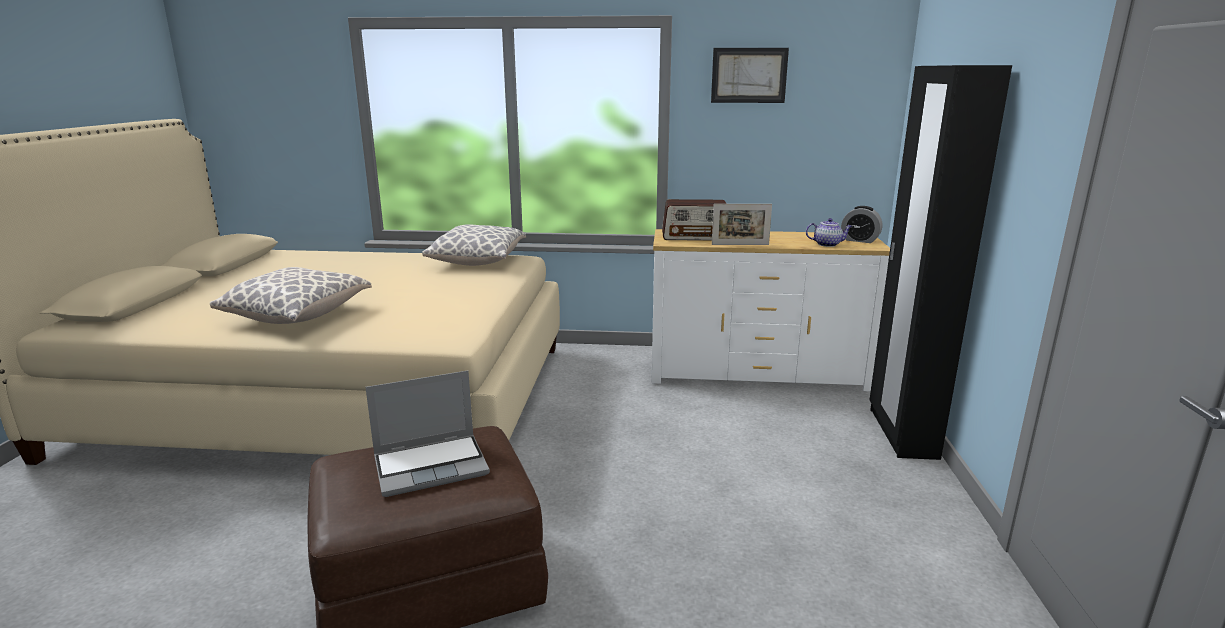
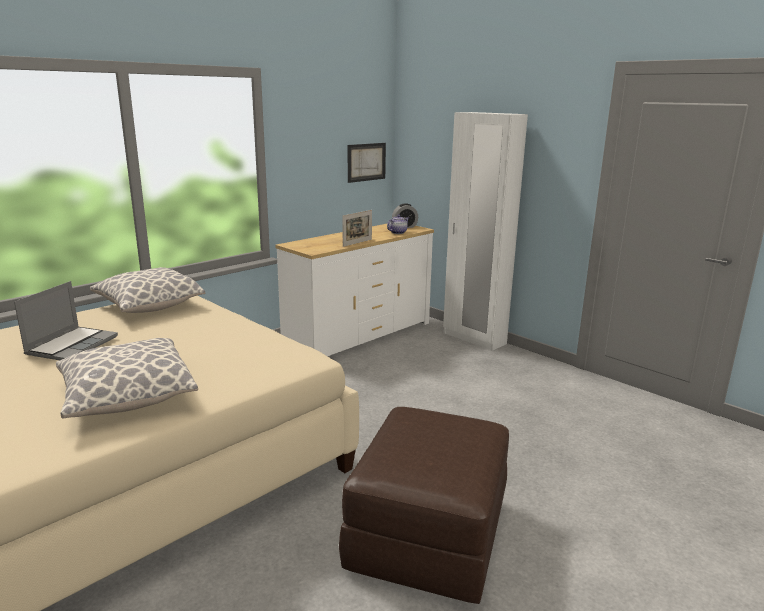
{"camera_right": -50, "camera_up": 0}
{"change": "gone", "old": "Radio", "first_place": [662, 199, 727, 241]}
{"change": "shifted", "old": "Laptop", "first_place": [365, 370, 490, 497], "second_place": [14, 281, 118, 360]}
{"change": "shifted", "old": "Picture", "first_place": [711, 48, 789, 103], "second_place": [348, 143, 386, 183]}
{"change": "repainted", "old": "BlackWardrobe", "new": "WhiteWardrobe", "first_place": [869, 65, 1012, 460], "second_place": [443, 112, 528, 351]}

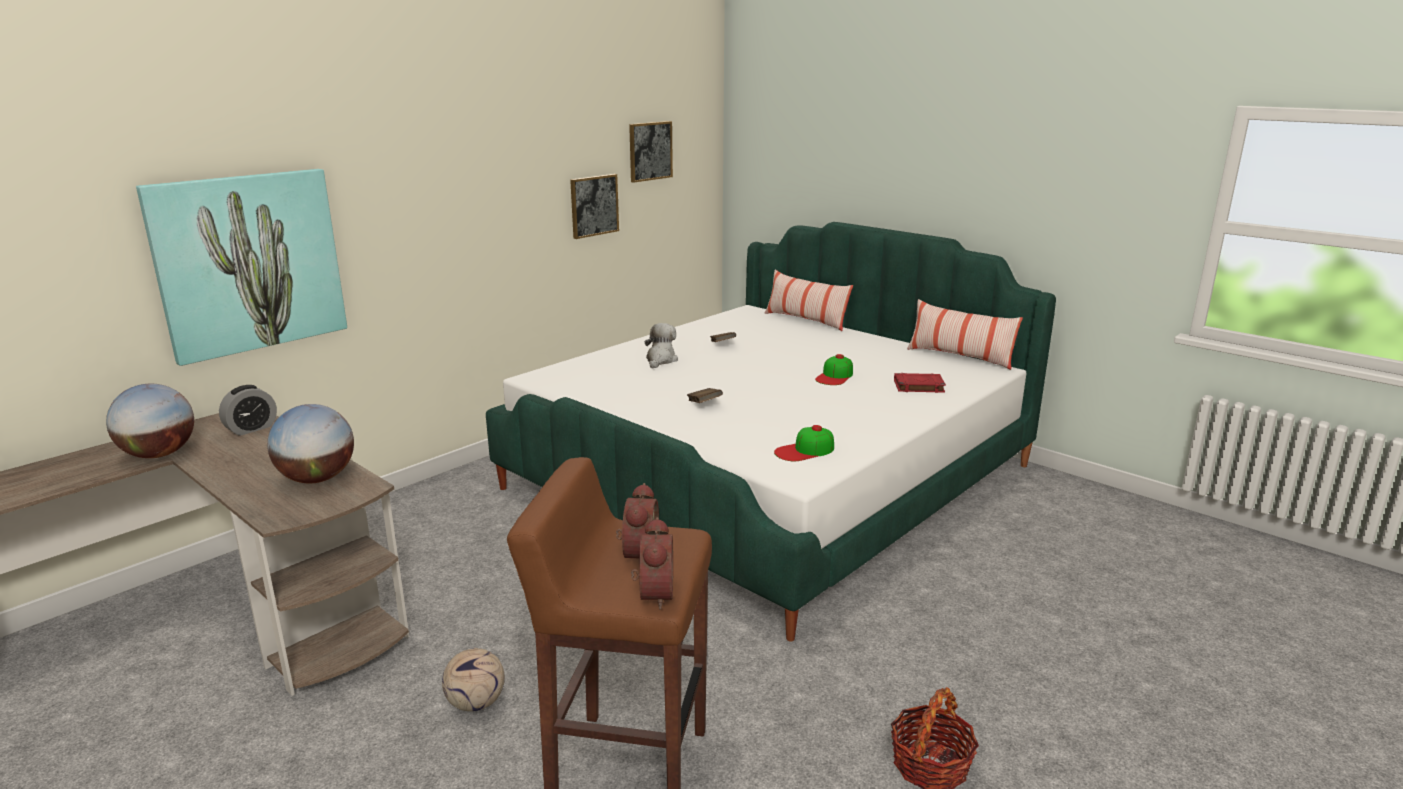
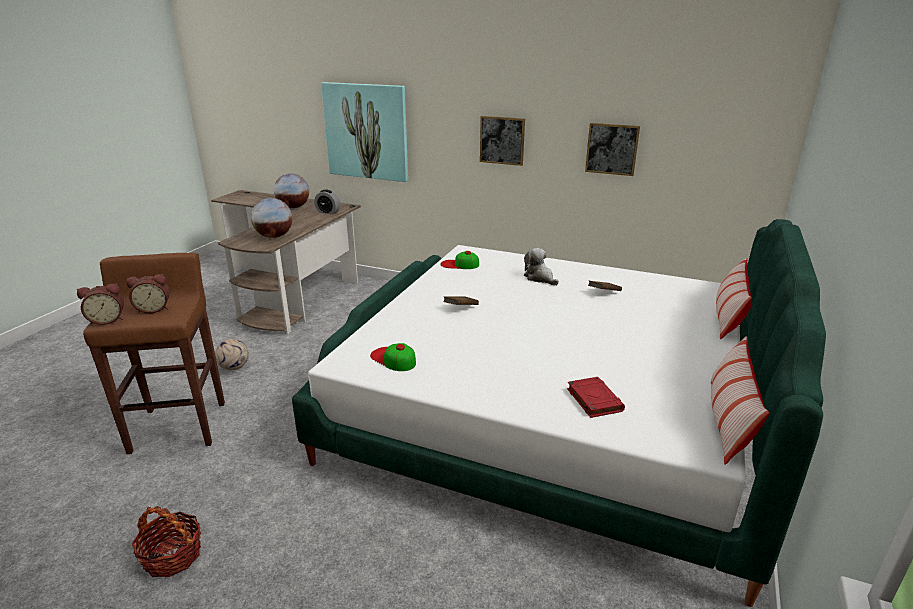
{"camera_right": 70, "camera_up": 5}
{"change": "shifted", "old": "Picture", "first_place": [629, 121, 673, 183], "second_place": [480, 116, 525, 166]}
{"change": "shifted", "old": "Cap", "first_place": [815, 354, 853, 385], "second_place": [441, 251, 479, 269]}
{"change": "rotated", "old": "PlushToy", "first_place": [645, 323, 678, 369], "second_place": [524, 248, 559, 285], "degrees": -120}

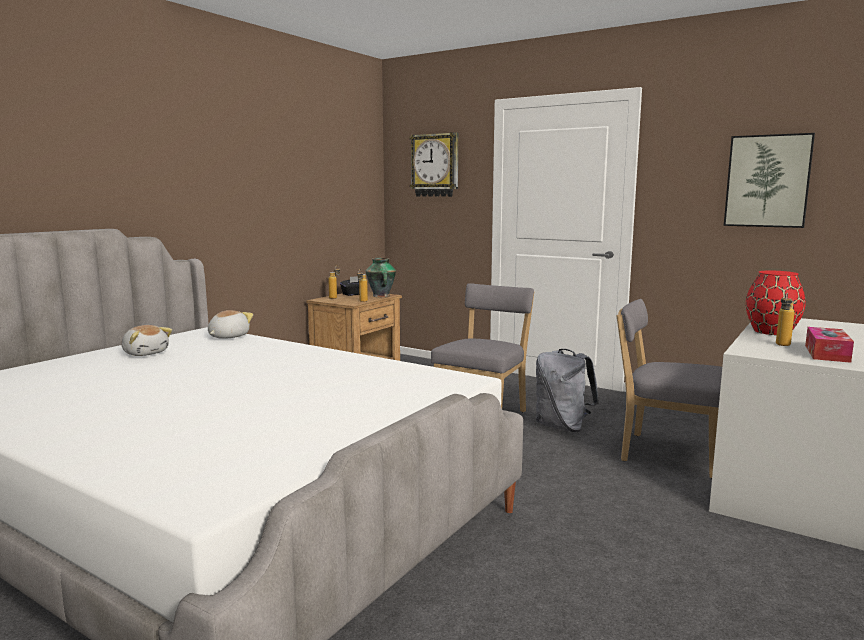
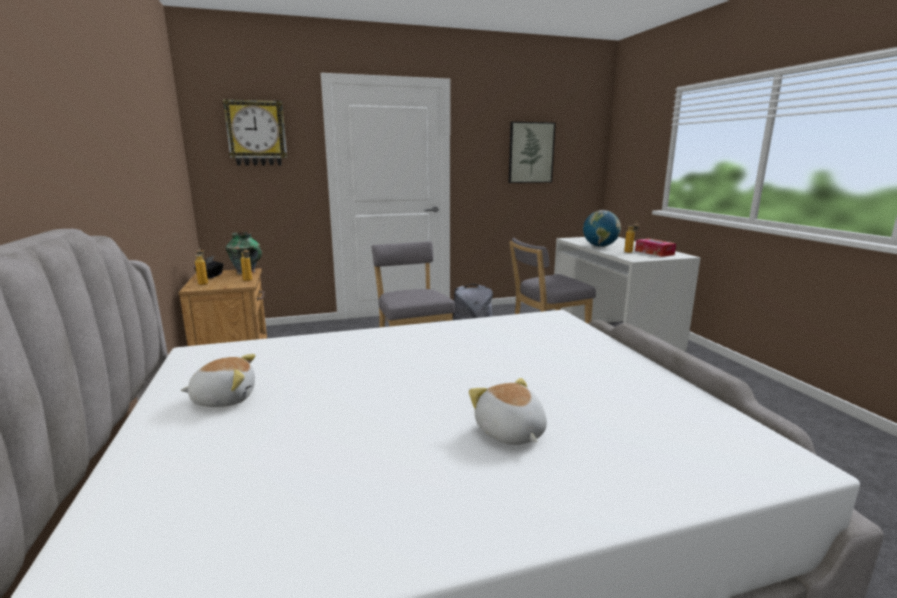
{"camera_right": -50, "camera_up": 5}
{"change": "shifted", "old": "PlushToy", "first_place": [208, 310, 253, 339], "second_place": [469, 378, 547, 445]}
{"change": "swapped", "old": "RedVase", "new": "Globe", "first_place": [746, 271, 806, 335], "second_place": [583, 210, 621, 247]}

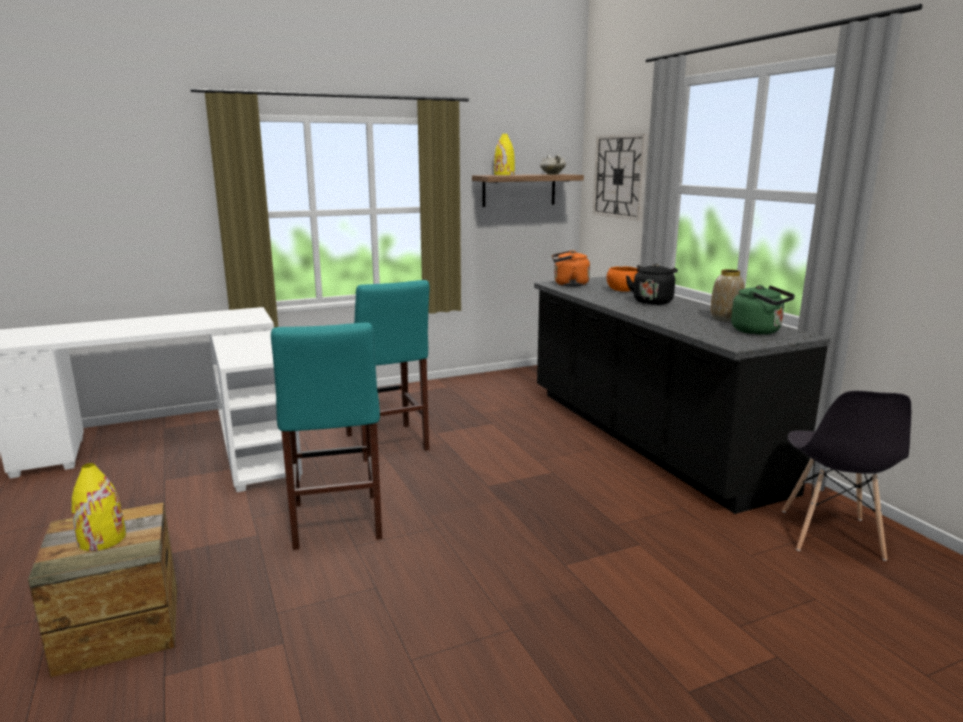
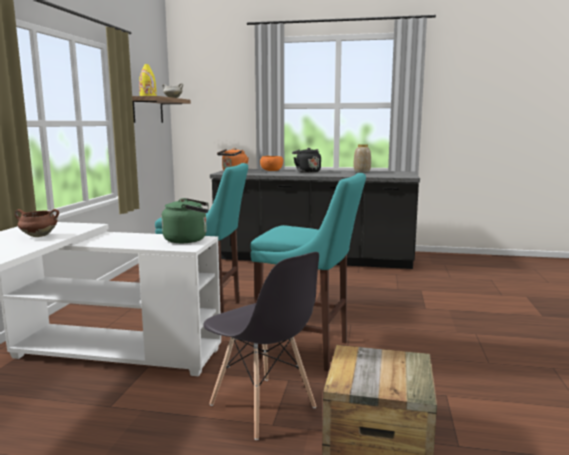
{"camera_right": -55, "camera_up": -5}
{"change": "gone", "old": "YellowVase", "first_place": [72, 463, 126, 551]}
{"change": "gone", "old": "WallClock", "first_place": [593, 134, 647, 221]}
{"change": "new", "new": "BrownCookingPot", "second_place": [15, 209, 59, 237]}
{"change": "shifted", "old": "GreenKettle", "first_place": [731, 285, 795, 335], "second_place": [162, 198, 209, 243]}
{"change": "shifted", "old": "GreyChair", "first_place": [782, 391, 911, 561], "second_place": [204, 252, 319, 440]}

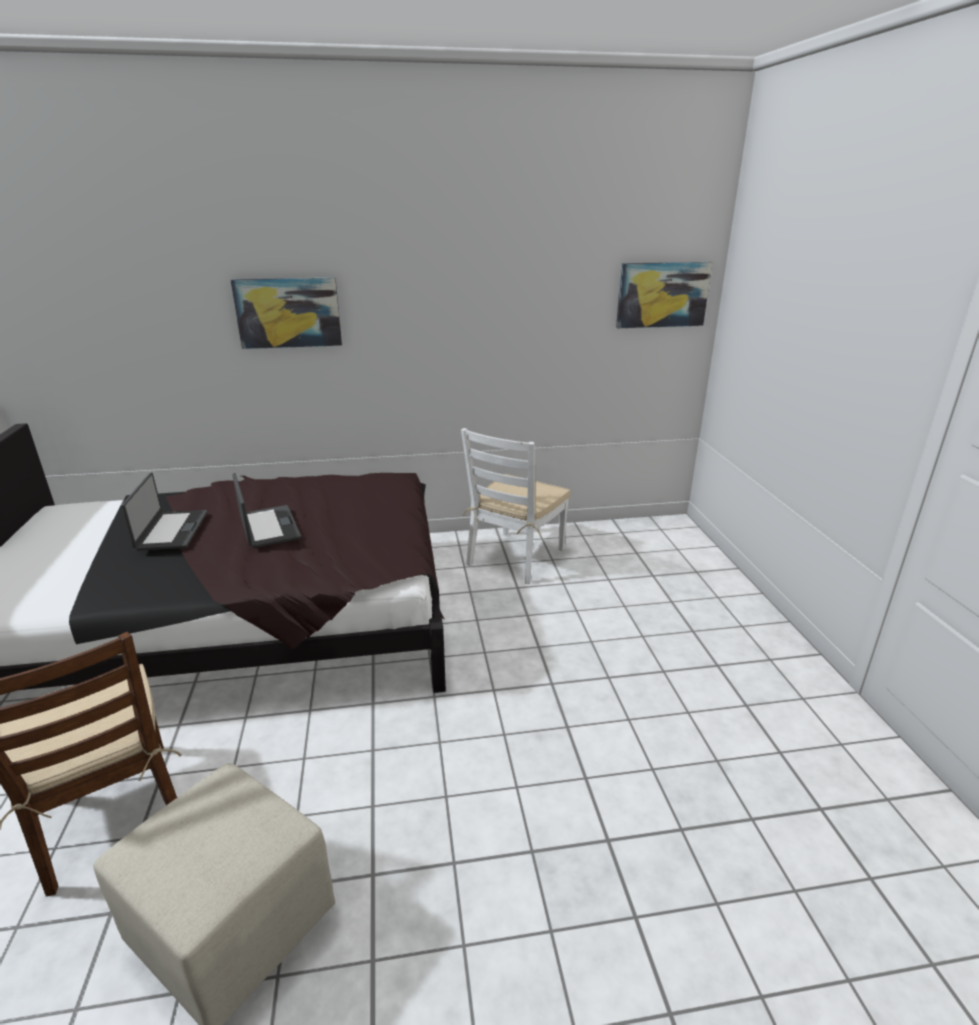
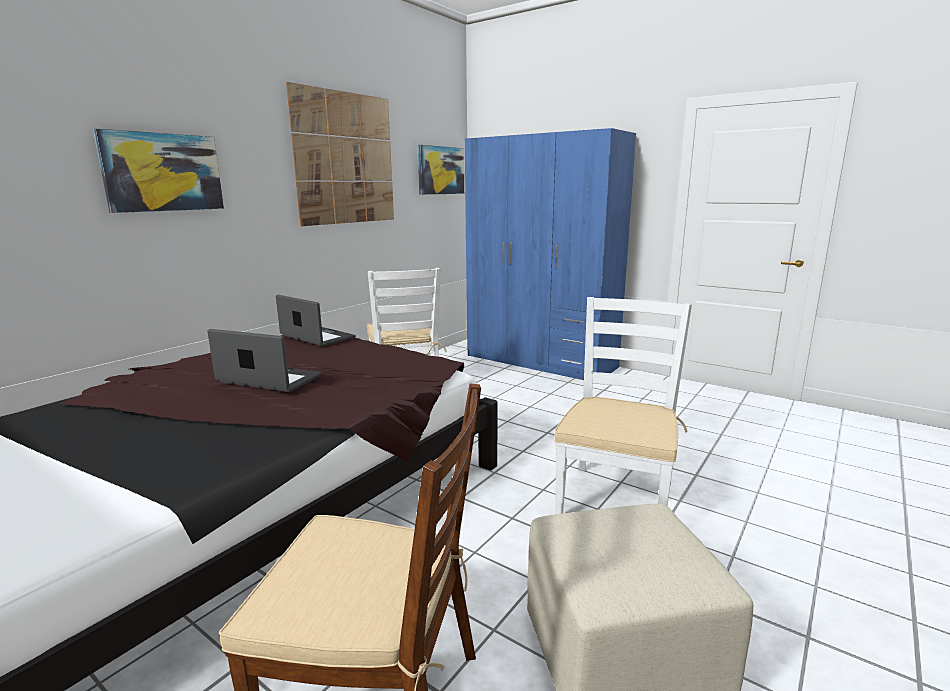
{"camera_right": -45, "camera_up": -10}
{"change": "new", "new": "Picture", "second_place": [286, 82, 394, 226]}
{"change": "new", "new": "BlueWardrobe", "second_place": [465, 128, 636, 380]}
{"change": "new", "new": "WhiteChair", "second_place": [554, 297, 692, 515]}
{"change": "shifted", "old": "Laptop", "first_place": [121, 472, 207, 551], "second_place": [276, 295, 356, 346]}

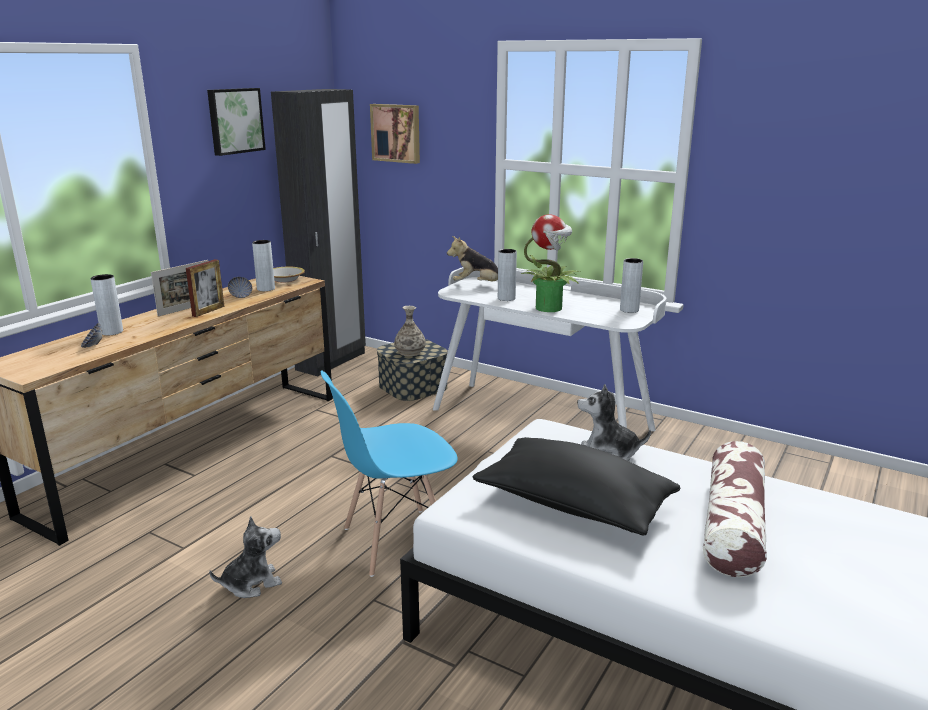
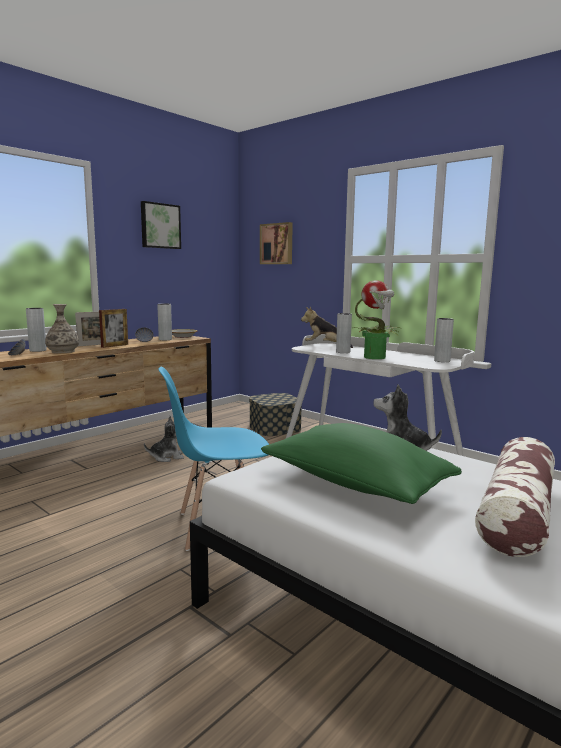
{"camera_right": 10, "camera_up": -10}
{"change": "gone", "old": "BlackWardrobe", "first_place": [271, 89, 366, 376]}
{"change": "shifted", "old": "PlushToy", "first_place": [209, 517, 282, 598], "second_place": [144, 416, 184, 462]}
{"change": "shifted", "old": "Vase", "first_place": [394, 306, 426, 356], "second_place": [45, 304, 79, 353]}
{"change": "repainted", "old": "BlackPillow", "new": "GreenPillow", "first_place": [473, 437, 680, 535], "second_place": [261, 423, 462, 504]}

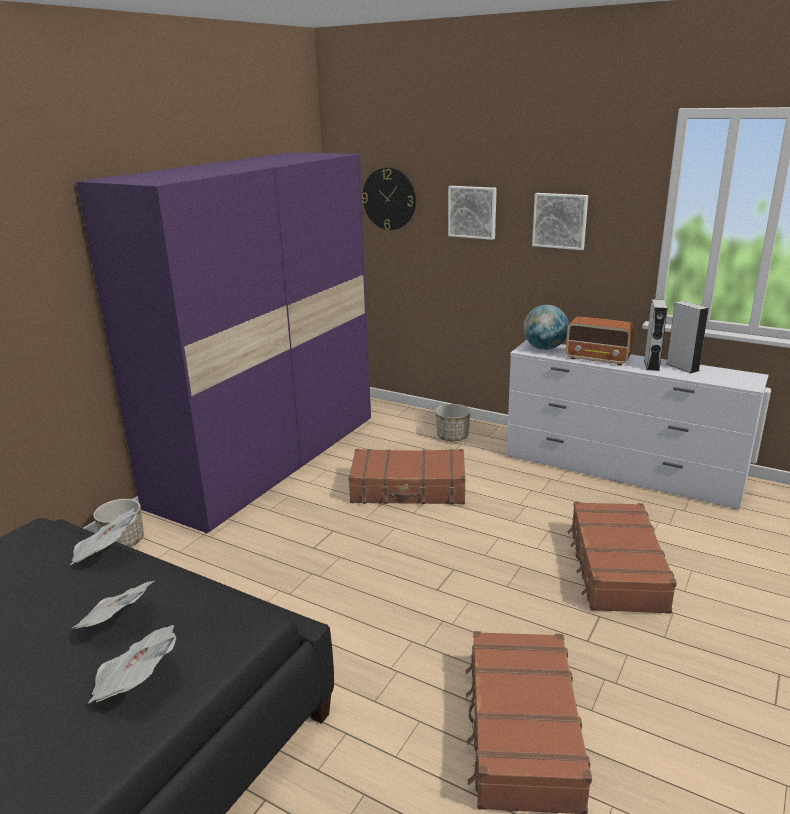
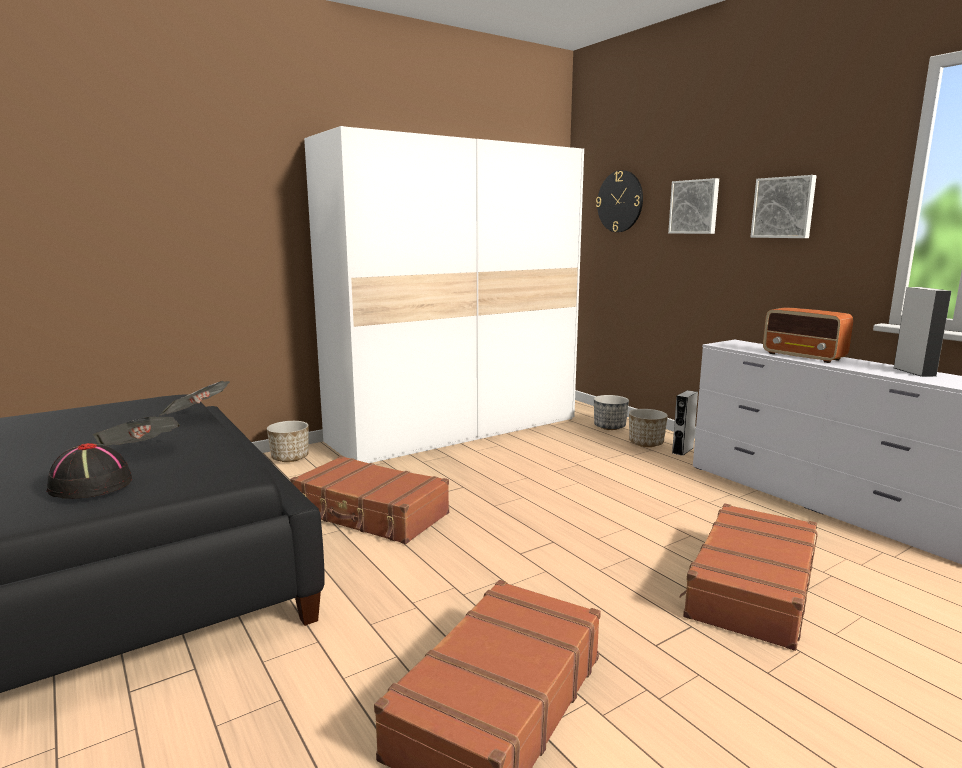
{"camera_right": 25, "camera_up": -10}
{"change": "gone", "old": "Globe", "first_place": [523, 305, 569, 350]}
{"change": "new", "new": "Planter", "second_place": [594, 395, 629, 430]}
{"change": "shifted", "old": "BrownSuitcase", "first_place": [348, 449, 466, 504], "second_place": [290, 456, 449, 544]}
{"change": "shifted", "old": "GreySpeaker", "first_place": [644, 299, 668, 371], "second_place": [672, 390, 698, 456]}
{"change": "swapped", "old": "Newspaper", "new": "BlackHat", "first_place": [88, 625, 176, 704], "second_place": [47, 443, 132, 499]}
{"change": "repainted", "old": "PurpleWardrobe", "new": "WhiteWardrobe", "first_place": [76, 152, 371, 534], "second_place": [304, 126, 584, 463]}

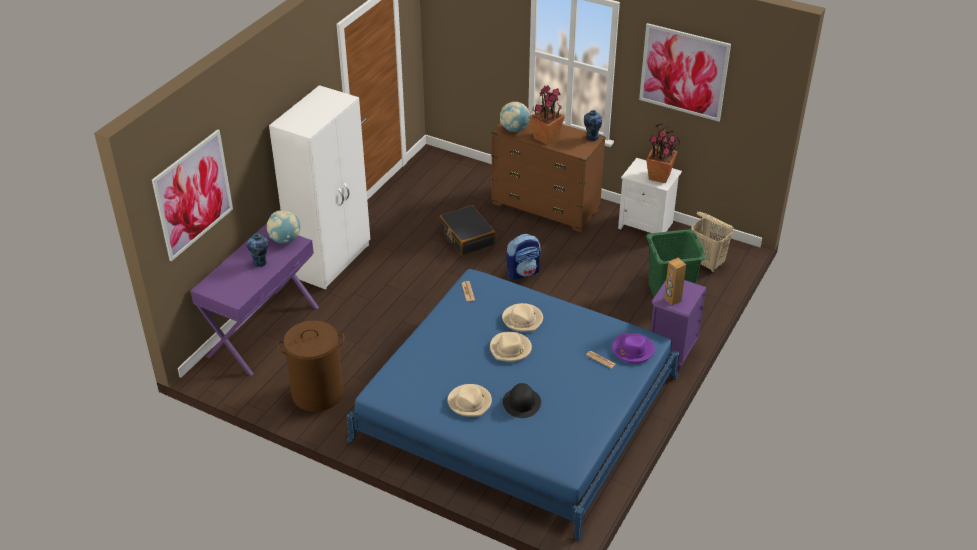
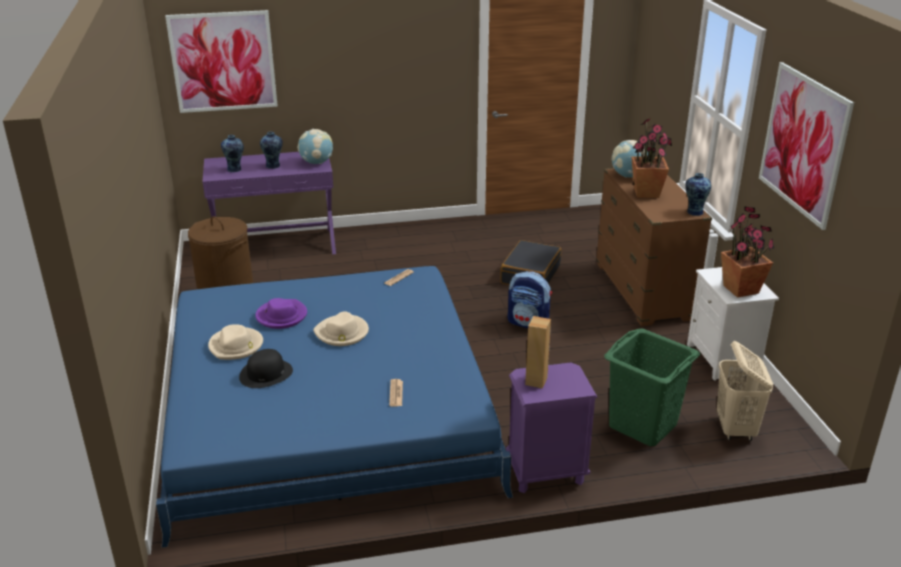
{"camera_right": 50, "camera_up": -10}
{"change": "gone", "old": "WhiteWardrobe", "first_place": [269, 85, 370, 289]}
{"change": "gone", "old": "BeigeHat", "first_place": [502, 303, 543, 332]}
{"change": "new", "new": "Vase", "second_place": [221, 135, 244, 172]}
{"change": "shifted", "old": "PurpleHat", "first_place": [612, 333, 655, 363], "second_place": [255, 298, 307, 329]}

